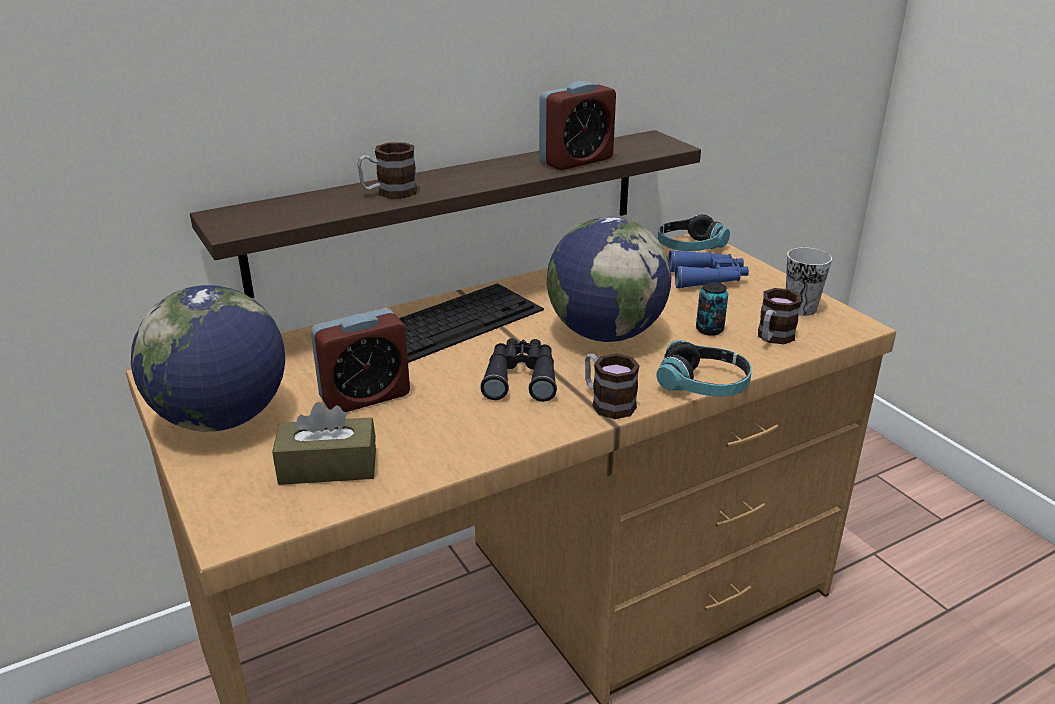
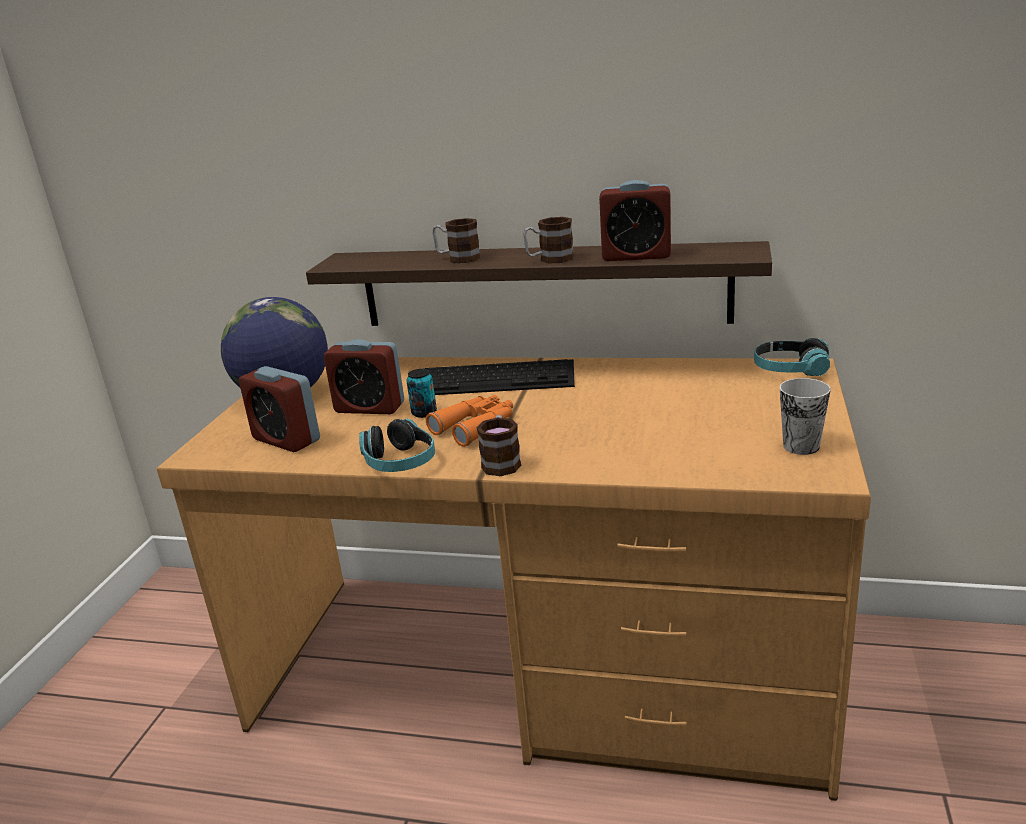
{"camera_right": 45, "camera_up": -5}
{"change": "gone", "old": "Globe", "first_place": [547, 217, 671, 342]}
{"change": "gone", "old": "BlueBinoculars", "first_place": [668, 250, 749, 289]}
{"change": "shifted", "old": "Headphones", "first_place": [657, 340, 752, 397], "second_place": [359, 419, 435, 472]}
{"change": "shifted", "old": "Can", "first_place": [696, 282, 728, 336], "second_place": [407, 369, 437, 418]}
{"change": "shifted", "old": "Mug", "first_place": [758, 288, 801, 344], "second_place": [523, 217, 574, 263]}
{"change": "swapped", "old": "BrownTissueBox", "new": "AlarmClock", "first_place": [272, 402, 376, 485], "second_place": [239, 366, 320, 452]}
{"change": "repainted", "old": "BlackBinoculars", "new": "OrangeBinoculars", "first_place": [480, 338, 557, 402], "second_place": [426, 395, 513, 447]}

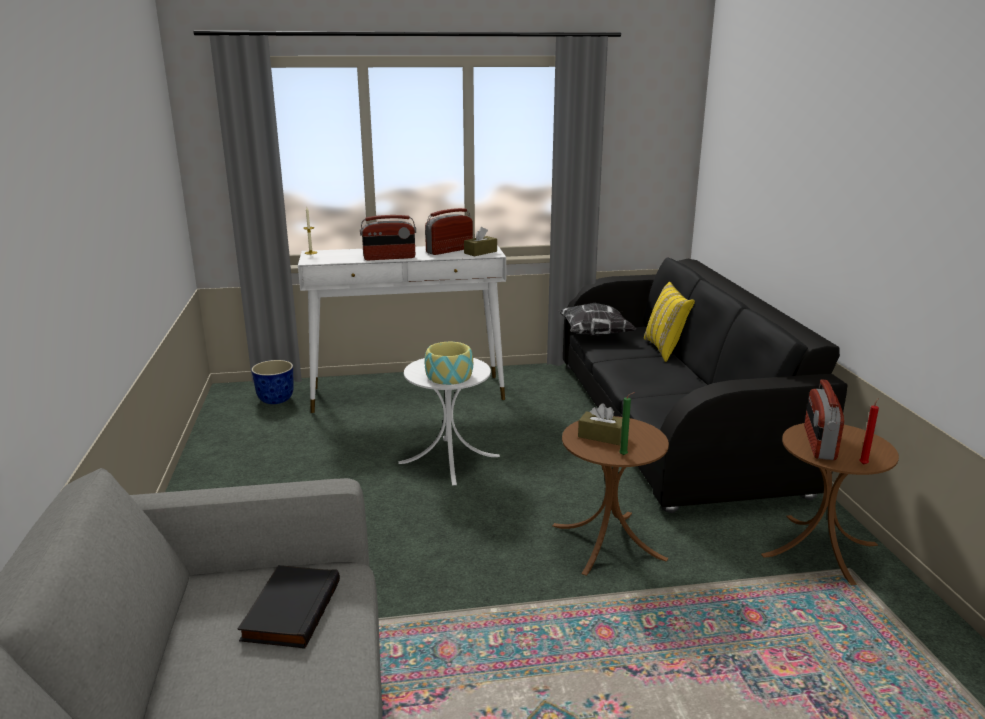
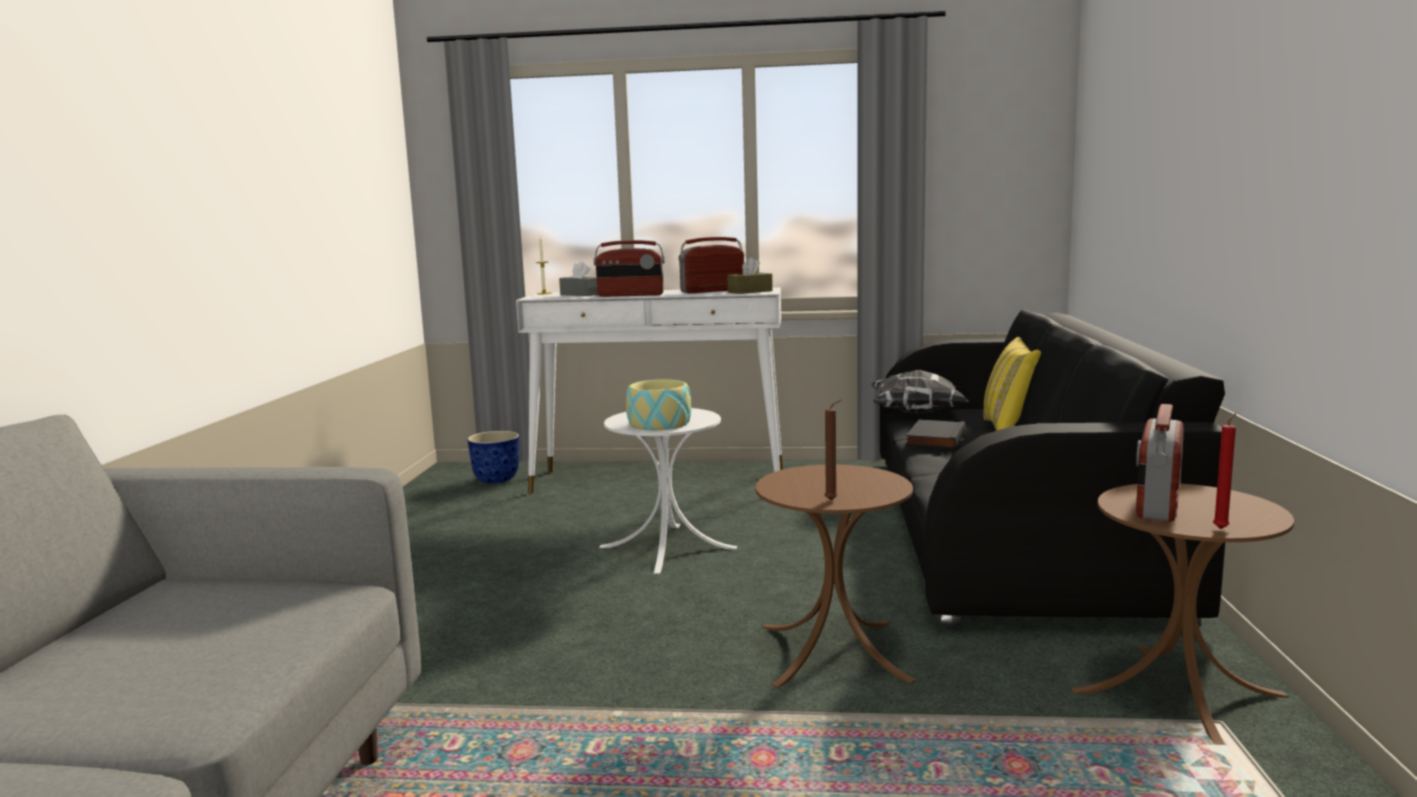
{"camera_right": 15, "camera_up": -10}
{"change": "gone", "old": "BrownTissueBox", "first_place": [578, 403, 622, 445]}
{"change": "new", "new": "GreyTissueBox", "second_place": [559, 261, 598, 296]}
{"change": "shifted", "old": "BlackBook", "first_place": [237, 565, 340, 649], "second_place": [906, 419, 966, 449]}
{"change": "repainted", "old": "GreenCandle", "new": "BrownCandle", "first_place": [619, 392, 635, 455], "second_place": [825, 400, 841, 500]}

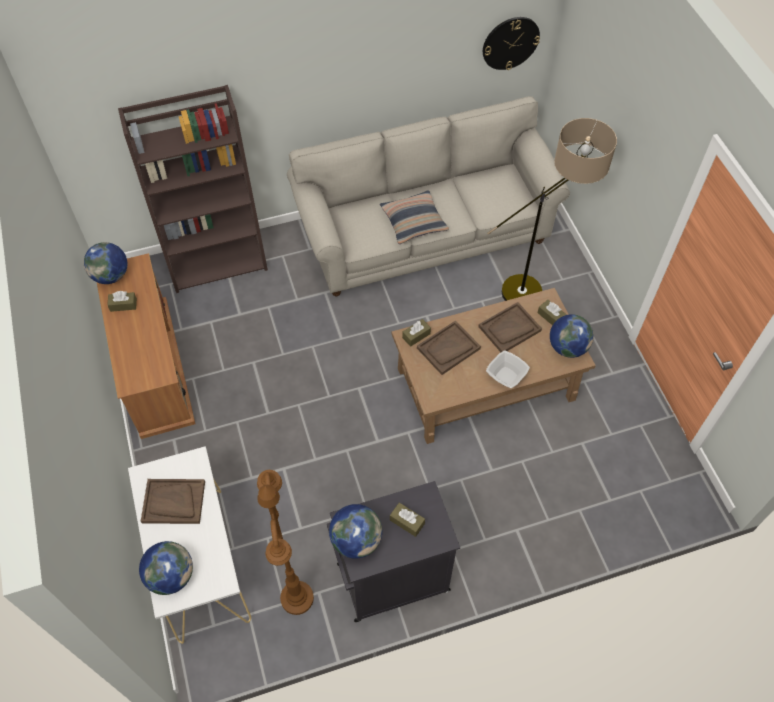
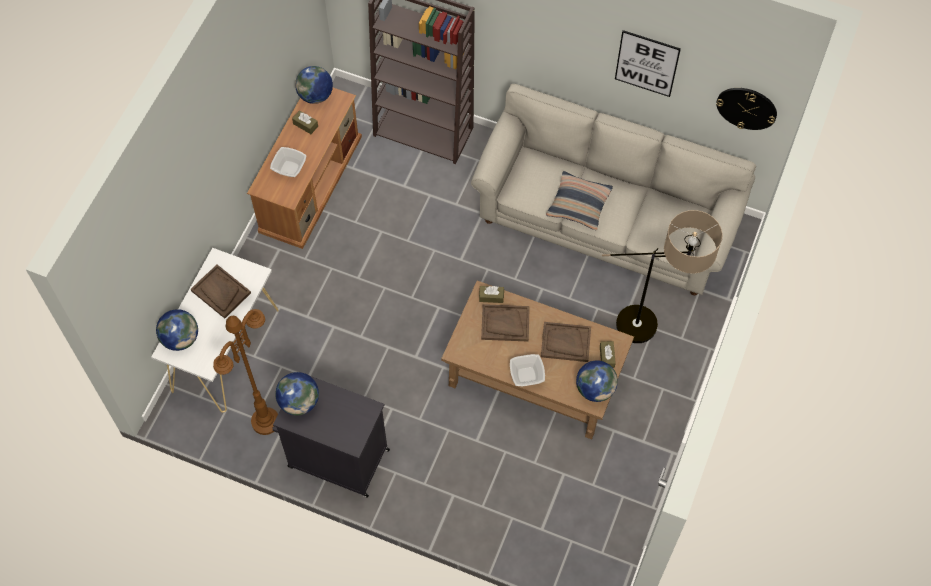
{"camera_right": 40, "camera_up": 5}
{"change": "gone", "old": "BrownTissueBox", "first_place": [390, 503, 425, 537]}
{"change": "new", "new": "Bowl", "second_place": [270, 147, 306, 177]}
{"change": "new", "new": "Picture", "second_place": [615, 30, 681, 97]}

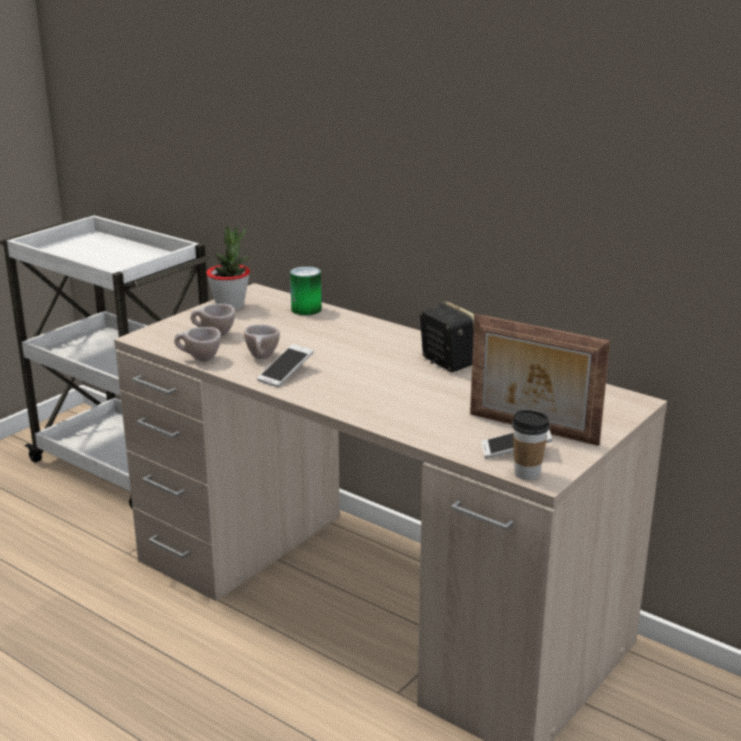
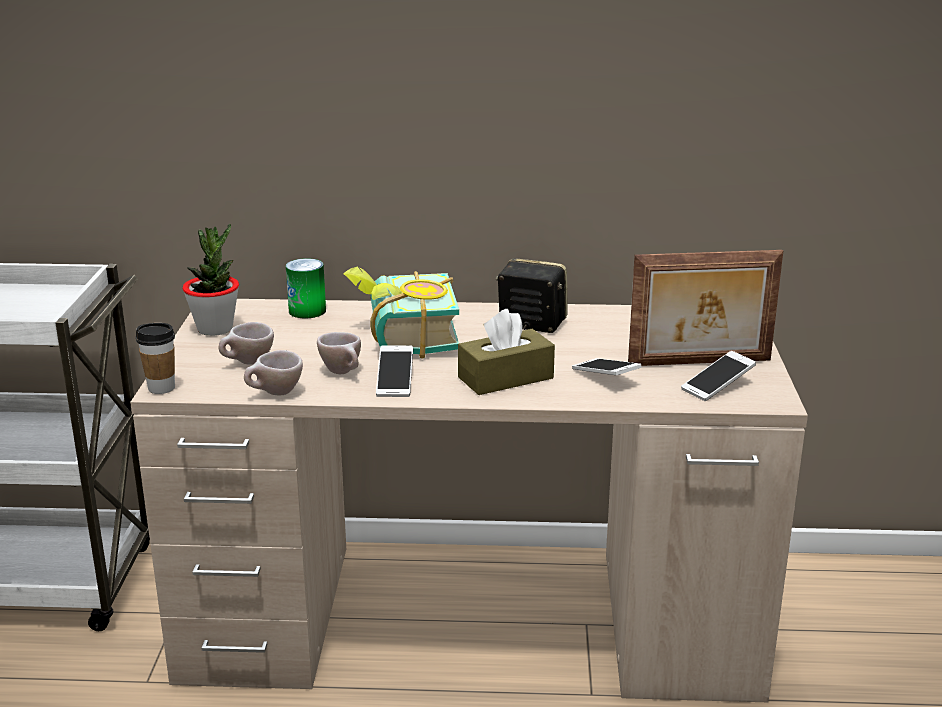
{"camera_right": -35, "camera_up": 0}
{"change": "new", "new": "Book", "second_place": [343, 267, 459, 359]}
{"change": "new", "new": "BrownTissueBox", "second_place": [458, 309, 555, 395]}
{"change": "new", "new": "Phone", "second_place": [572, 358, 642, 375]}
{"change": "shifted", "old": "Cup", "first_place": [512, 410, 550, 480], "second_place": [136, 323, 175, 394]}

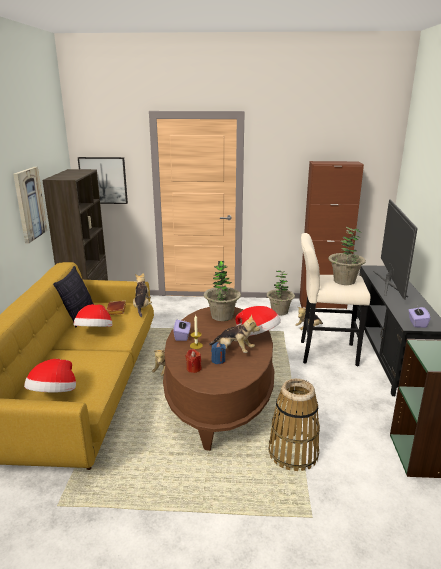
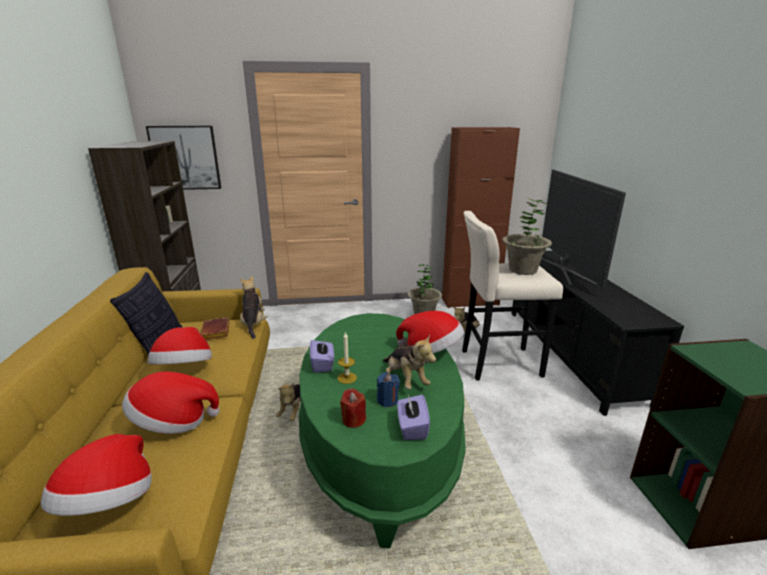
{"camera_right": -10, "camera_up": 0}
{"change": "gone", "old": "Picture", "first_place": [13, 167, 47, 244]}
{"change": "gone", "old": "PottedPlant", "first_place": [204, 261, 241, 321]}
{"change": "gone", "old": "Basket", "first_place": [268, 379, 320, 471]}
{"change": "new", "new": "Hat", "second_place": [122, 371, 220, 434]}
{"change": "shifted", "old": "PurpleTissueBox", "first_place": [408, 306, 431, 328], "second_place": [397, 394, 430, 440]}
{"change": "repainted", "old": "BrownCoffeeTable", "new": "GreenCoffeeTable", "first_place": [163, 307, 274, 451], "second_place": [299, 313, 466, 548]}
{"change": "rotated", "old": "PlushToy", "first_place": [209, 314, 260, 353], "second_place": [383, 334, 436, 389], "degrees": 45}

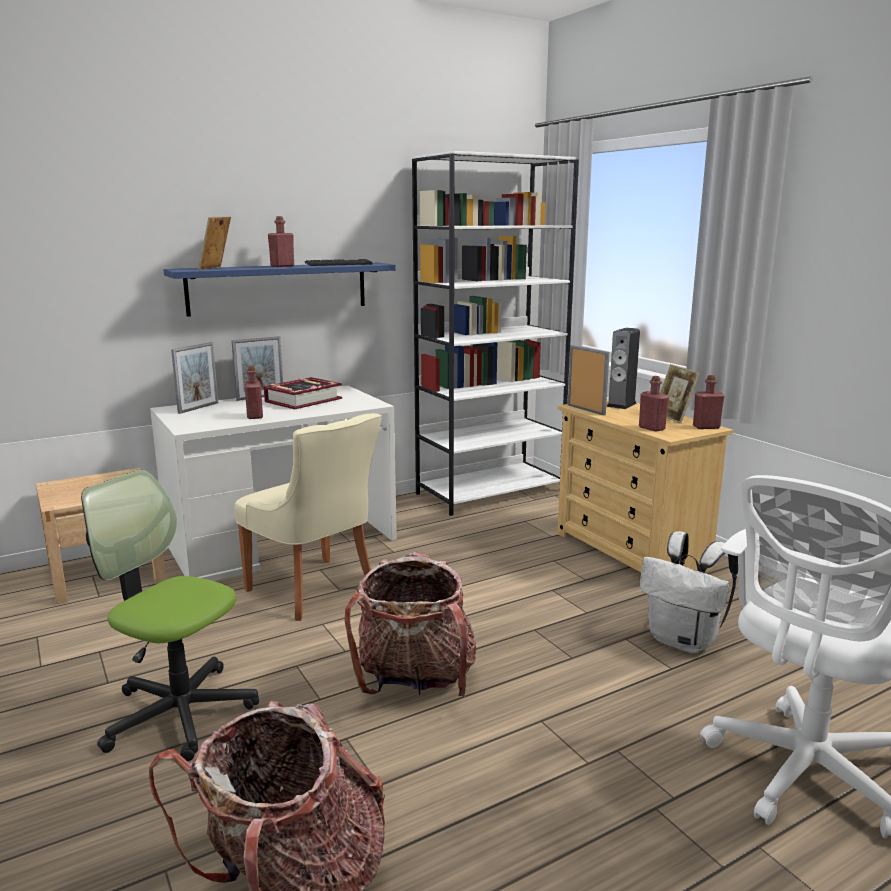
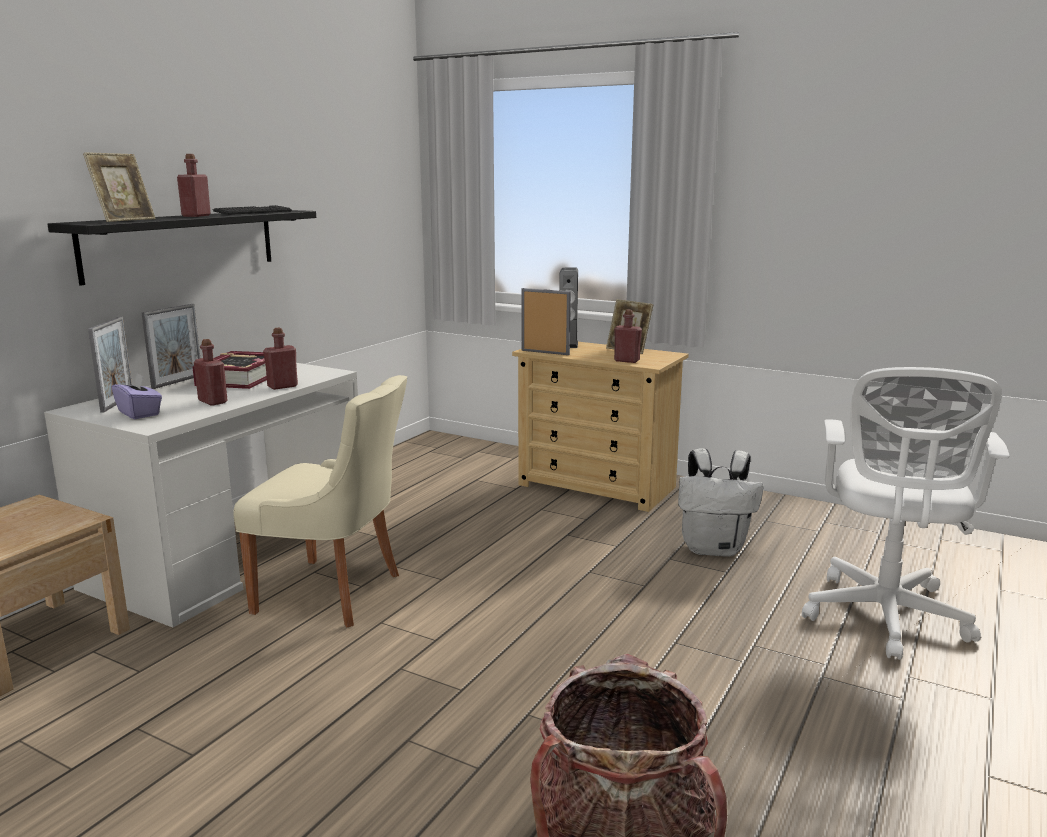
{"camera_right": -30, "camera_up": 0}
{"change": "gone", "old": "OfficeChair", "first_place": [81, 470, 259, 761]}
{"change": "gone", "old": "Backpack", "first_place": [345, 552, 476, 697]}
{"change": "gone", "old": "WhiteBookcase", "first_place": [412, 151, 579, 516]}
{"change": "new", "new": "PurpleTissueBox", "second_place": [112, 373, 162, 419]}
{"change": "shifted", "old": "RedBottle", "first_place": [693, 375, 725, 429], "second_place": [263, 328, 298, 390]}
{"change": "repainted", "old": "BlueShelf", "new": "BlackShelf", "first_place": [164, 263, 396, 317], "second_place": [48, 210, 316, 286]}
{"change": "rotated", "old": "PictureFrame", "first_place": [198, 216, 231, 270], "second_place": [83, 152, 155, 222], "degrees": -135}

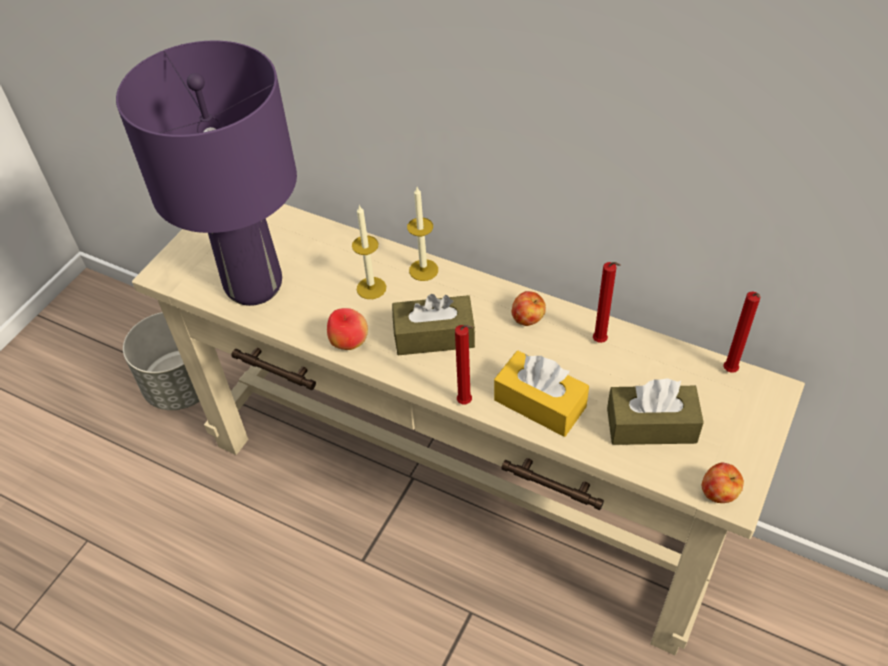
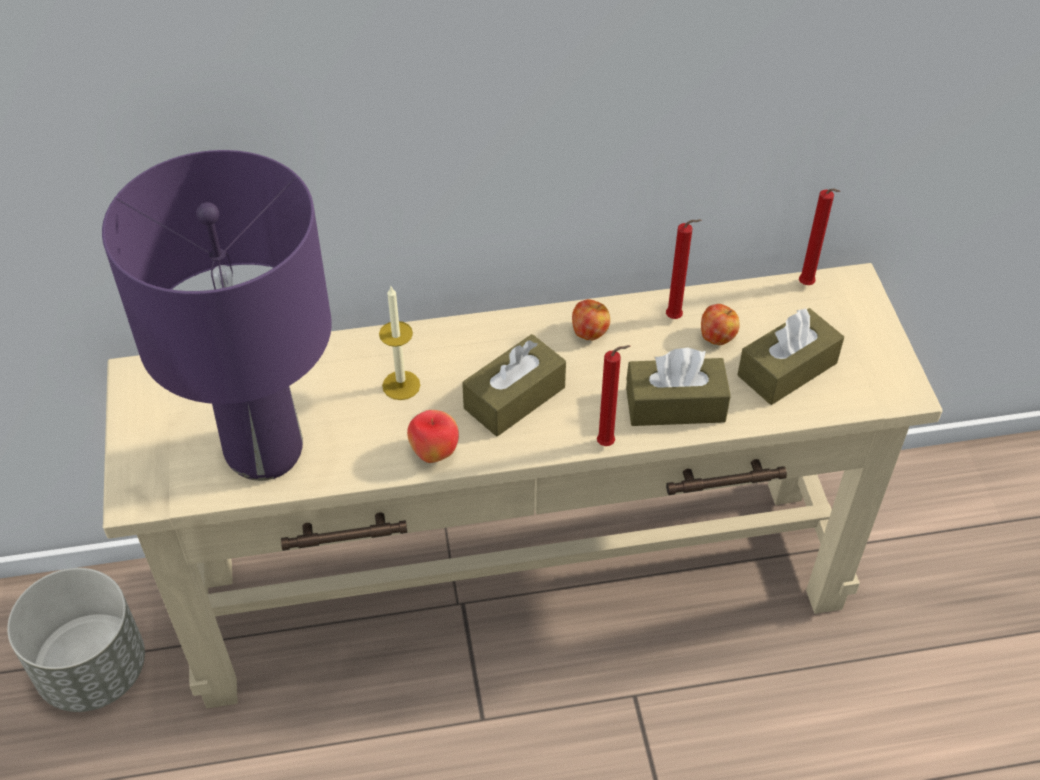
{"camera_right": -40, "camera_up": 0}
{"change": "gone", "old": "Candle", "first_place": [407, 187, 438, 281]}
{"change": "shifted", "old": "Apple", "first_place": [702, 463, 744, 503], "second_place": [701, 304, 740, 345]}
{"change": "repainted", "old": "YellowTissueBox", "new": "BrownTissueBox", "first_place": [494, 351, 589, 437], "second_place": [626, 347, 731, 426]}

